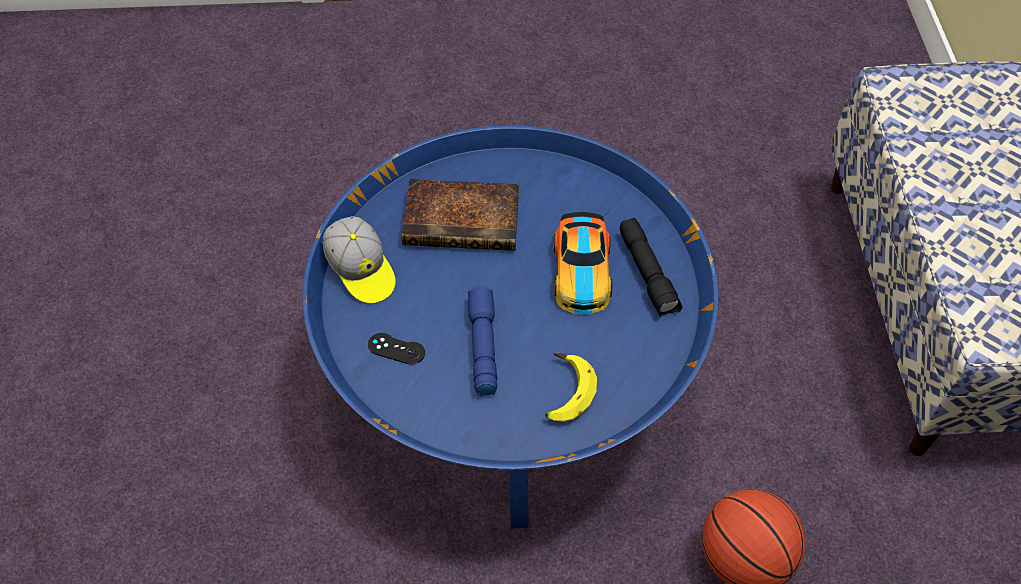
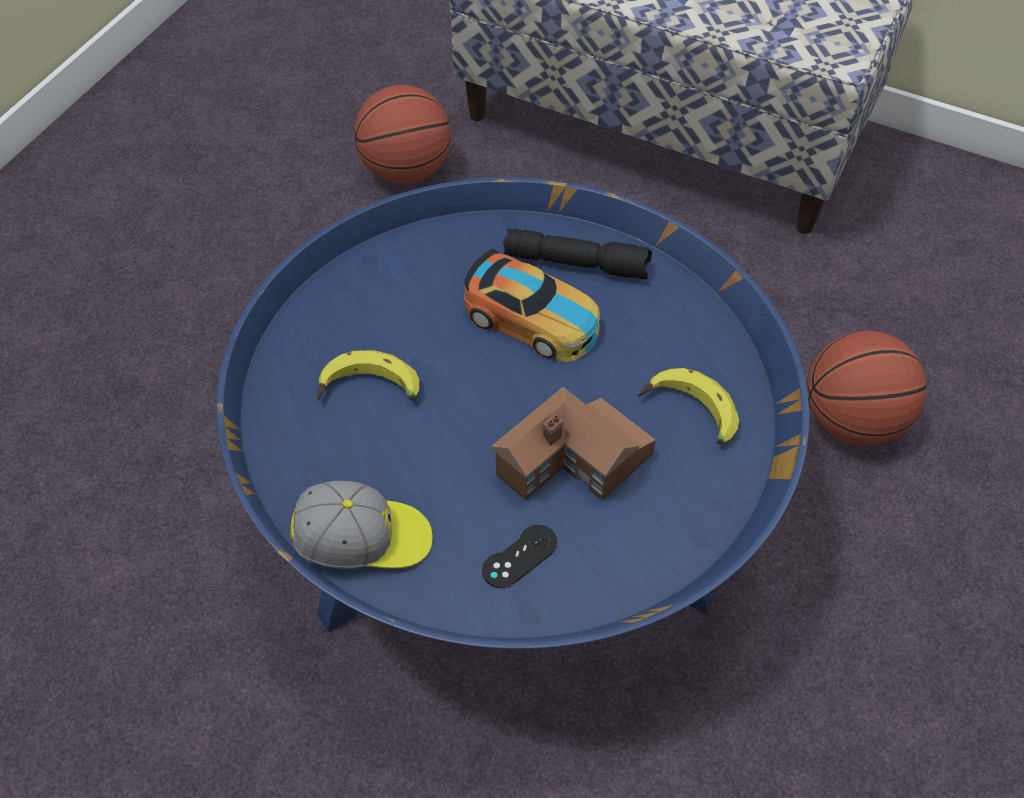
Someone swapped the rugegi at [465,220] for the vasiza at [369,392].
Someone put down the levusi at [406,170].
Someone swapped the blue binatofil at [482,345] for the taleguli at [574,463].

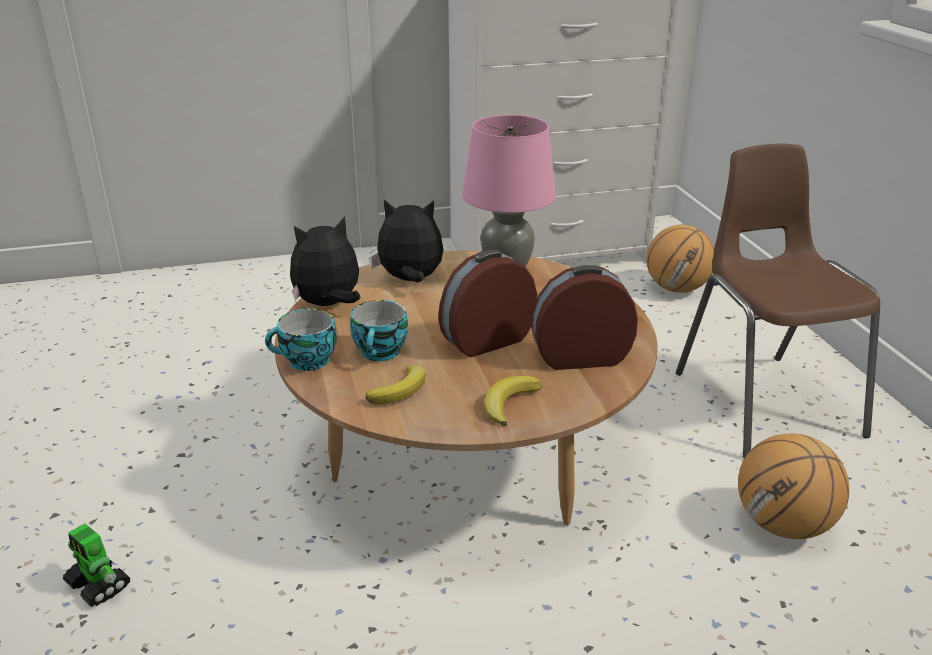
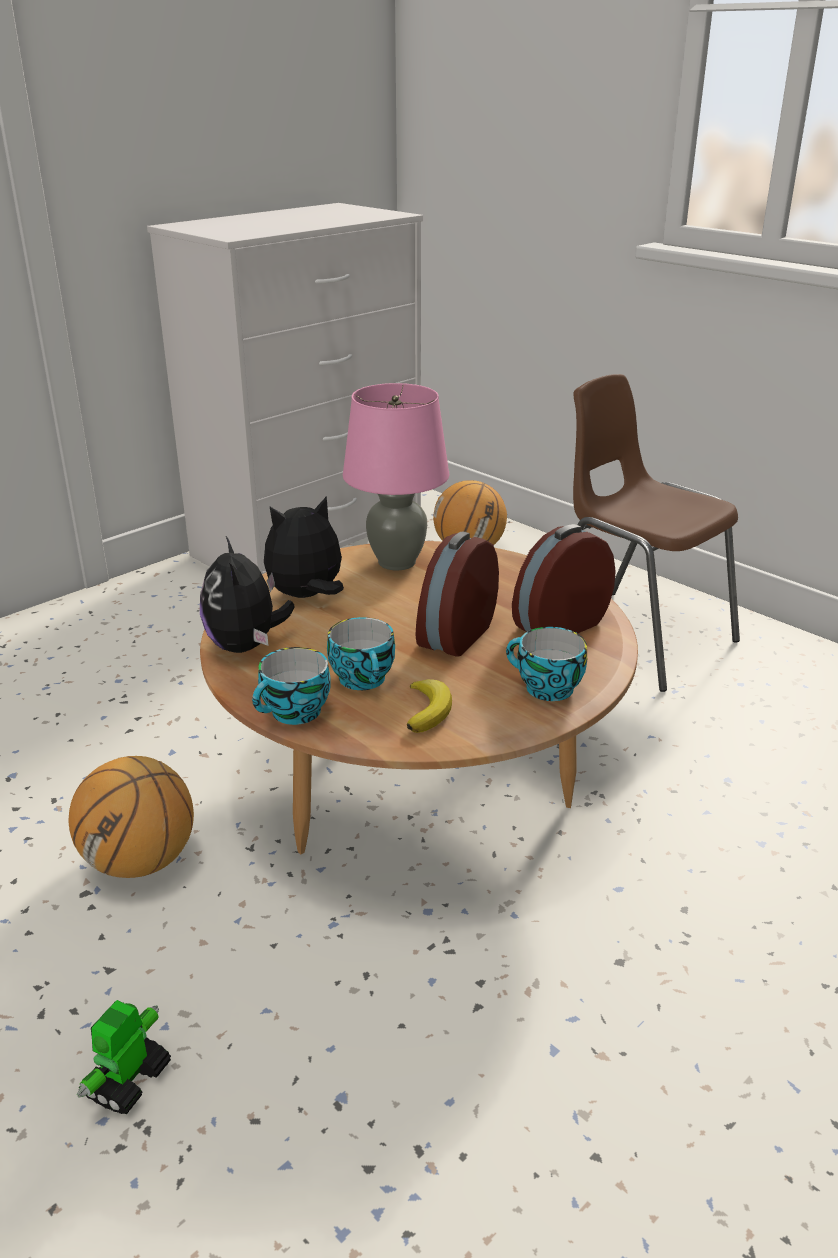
Someone carried the levusi from [783,525] to [141,862].
Someone rotated the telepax at [99,586] by 105 degrees clockwise.
Someone rotated the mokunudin at [328,305] by 45 degrees counterclockwise.
Someone swapped the vasiza at [509,403] for the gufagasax at [545,688].

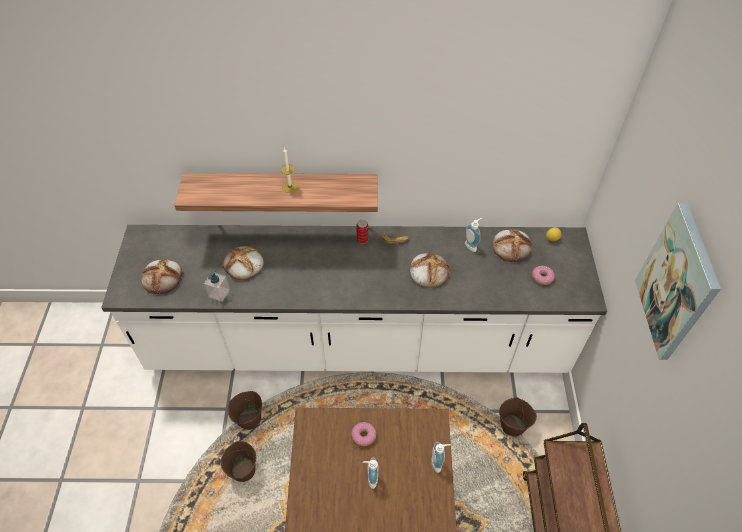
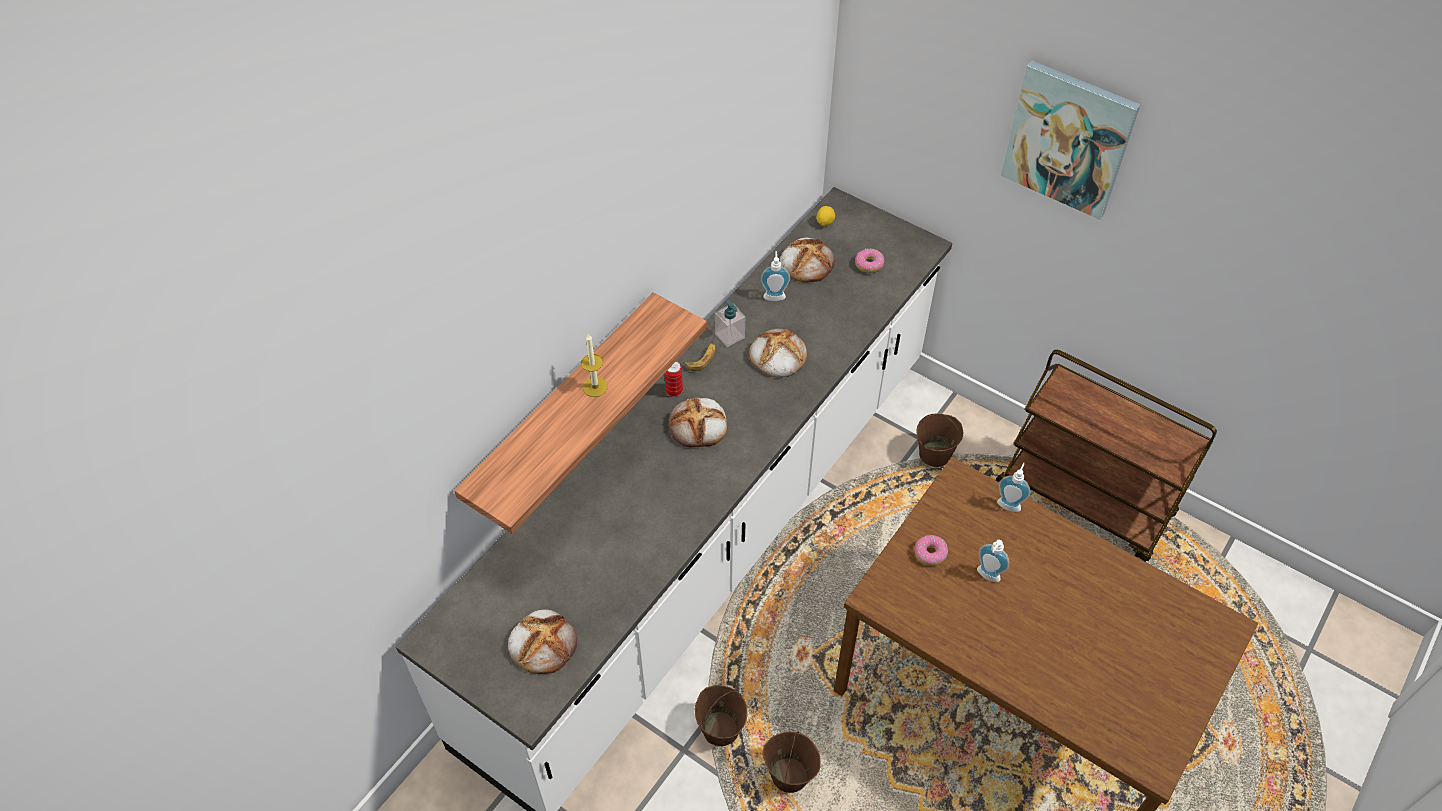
Someone carried the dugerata from [243,265] to [698,426].
Someone carried the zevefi from [219,293] to [730,336].

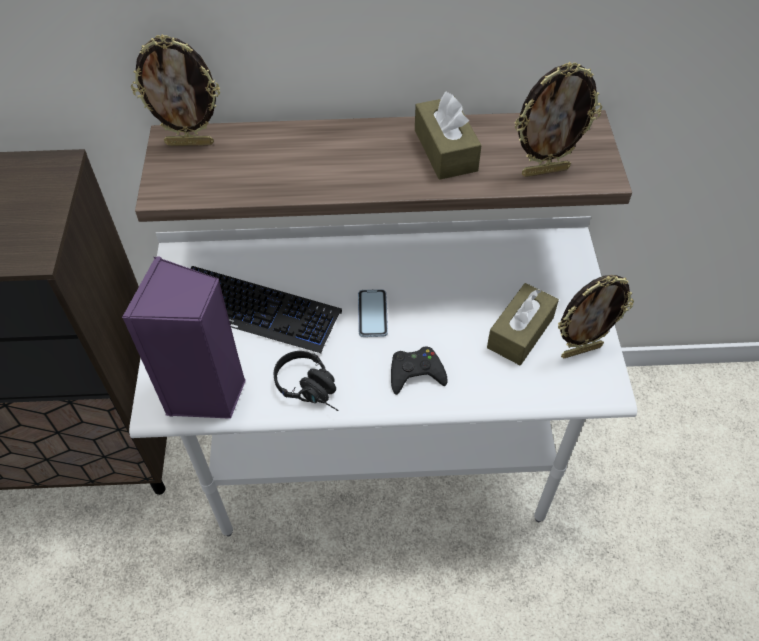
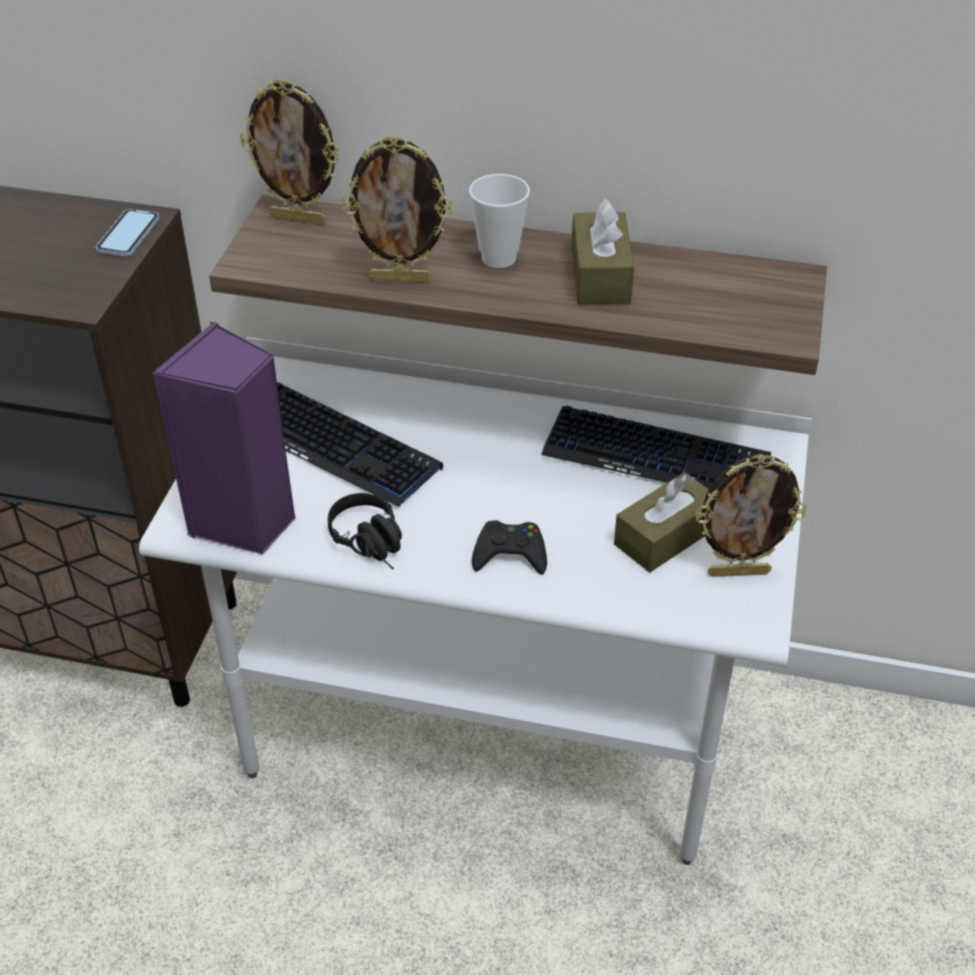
Someone carried the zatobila from [372,314] to [128,235].
Someone carried the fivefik from [545,171] to [401,279].
Someone put down the gufagasax at [498,258].
Someone put down the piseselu at [656,456].

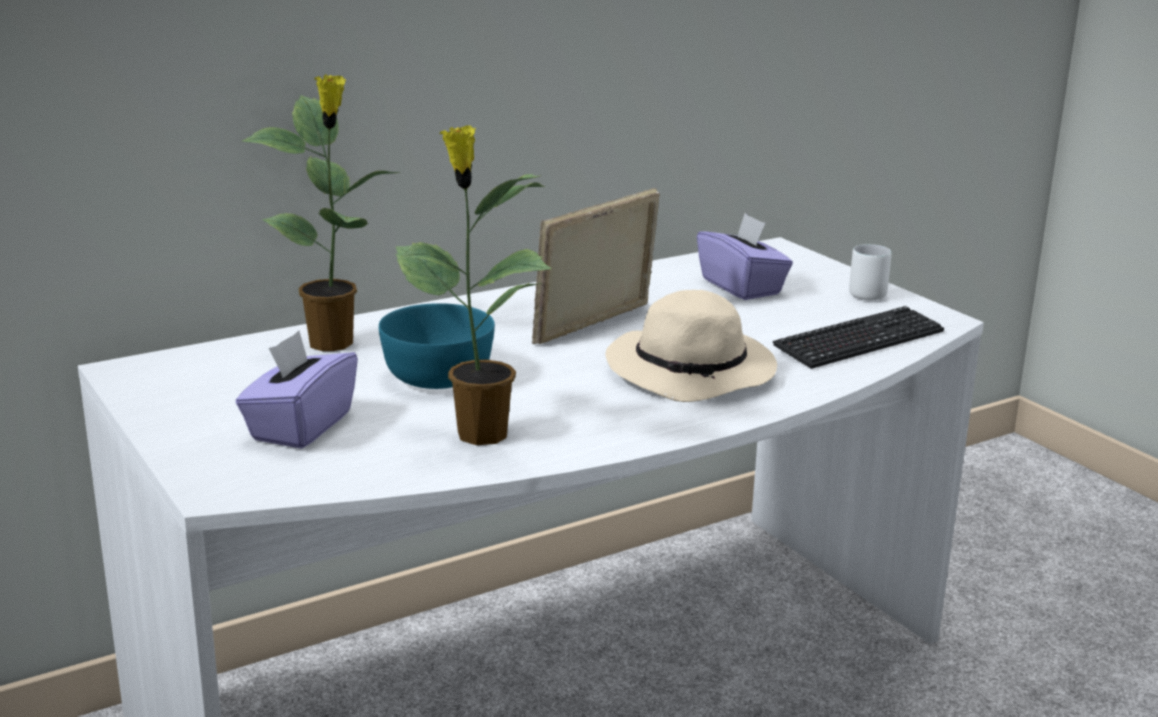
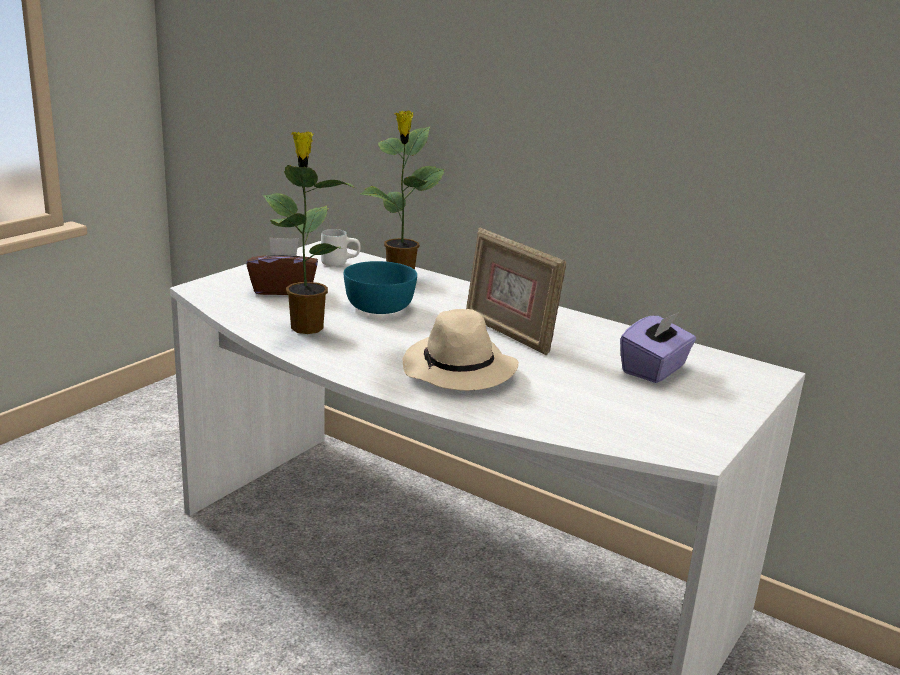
Someone repainted the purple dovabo at [300,426], which became the brown dovabo at [283,289].
Someone carried the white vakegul from [866,292] to [340,263].
Someone rotated the fivefik at [595,326] by 150 degrees counterclockwise.
Someone took away the piseselu at [859,341].

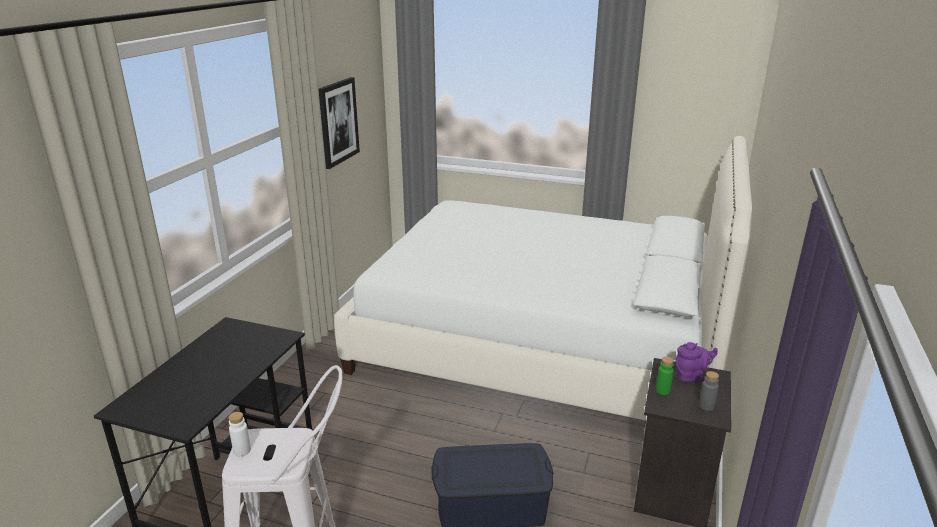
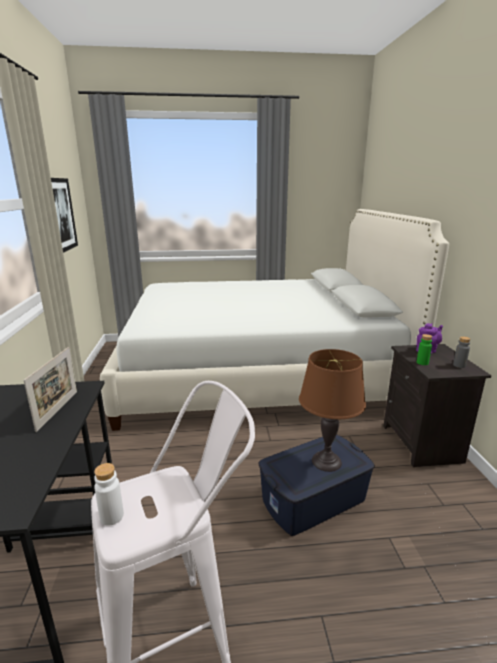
Someone put down the fivefik at [58,410].
Someone put down the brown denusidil at [326,461].

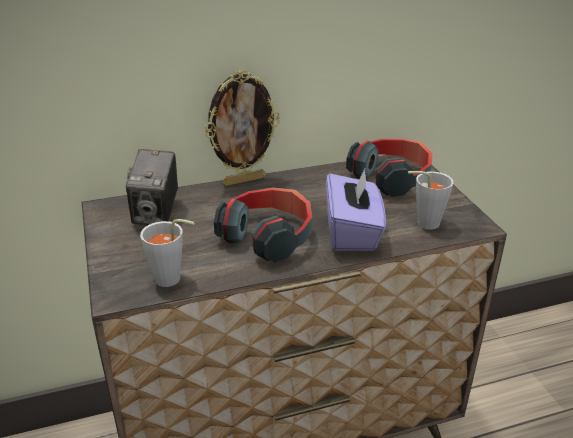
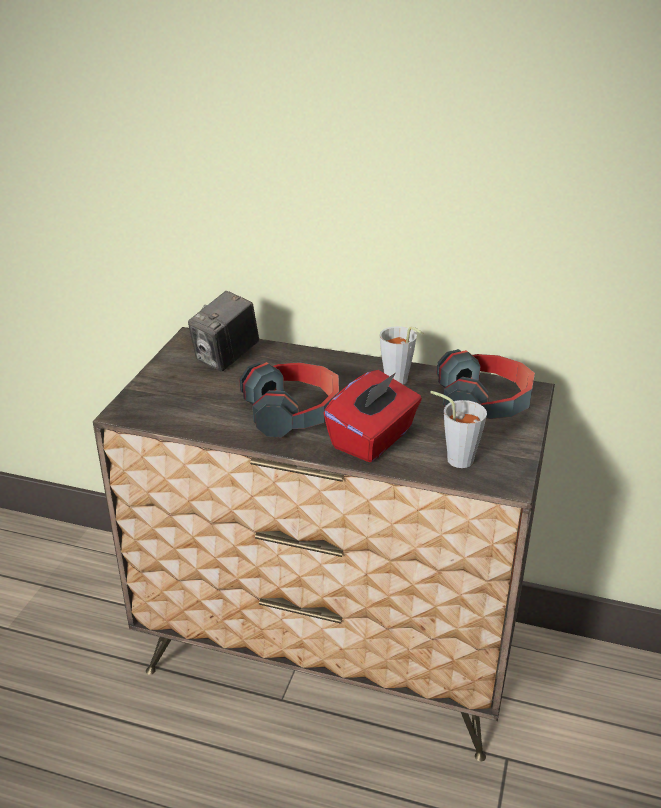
Someone repainted the purple dovabo at [352,232], which became the red dovabo at [373,439].
Someone carried the grey gufagasax from [173,280] to [399,382].
Someone took away the fivefik at [244,180].

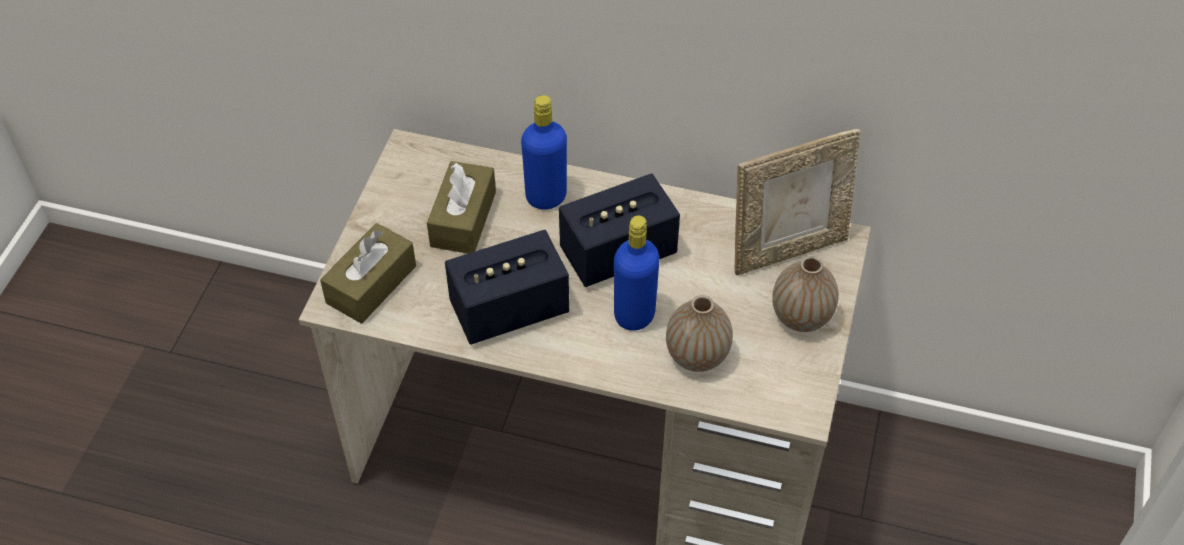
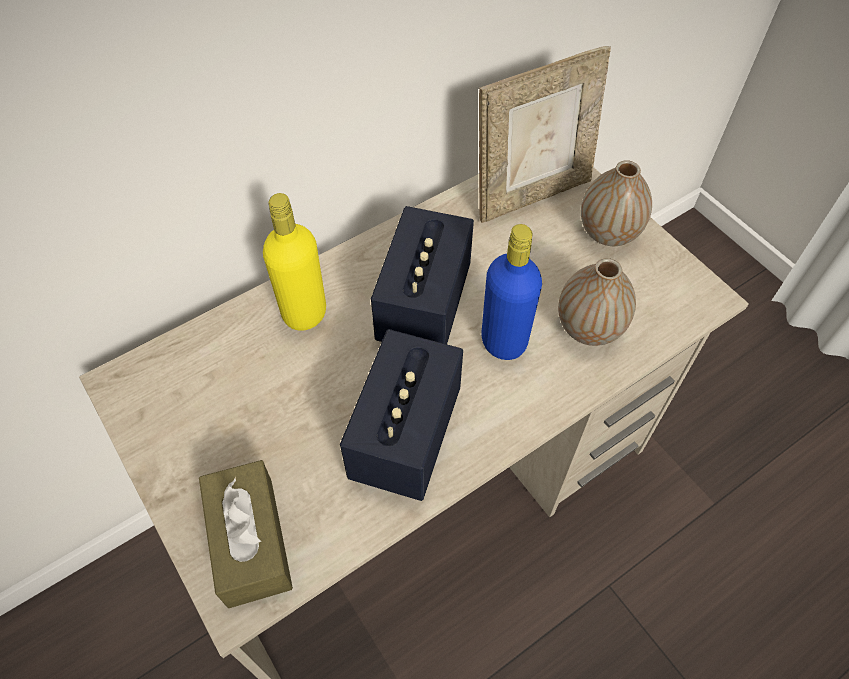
Someone repainted the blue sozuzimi at [546,197], which became the yellow sozuzimi at [304,313].
Someone rotated the fivefik at [787,249] by 45 degrees clockwise.
Someone took away the brown dovabo at [463,219].

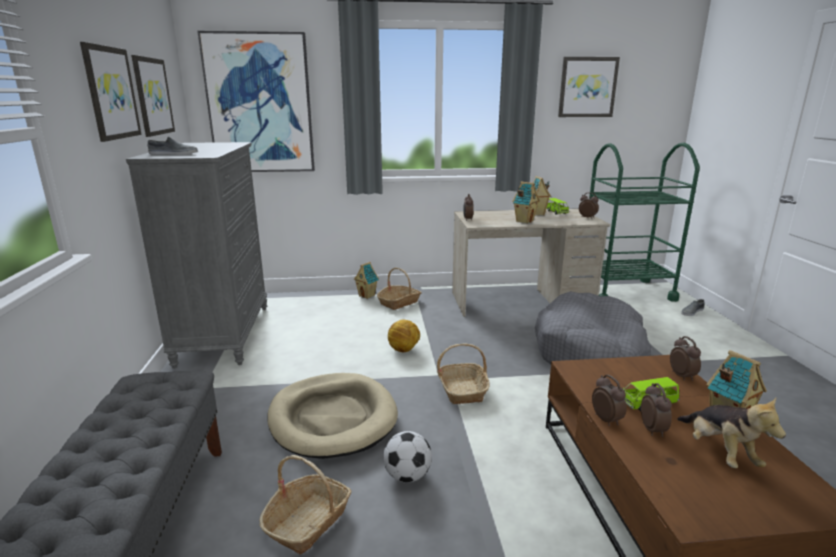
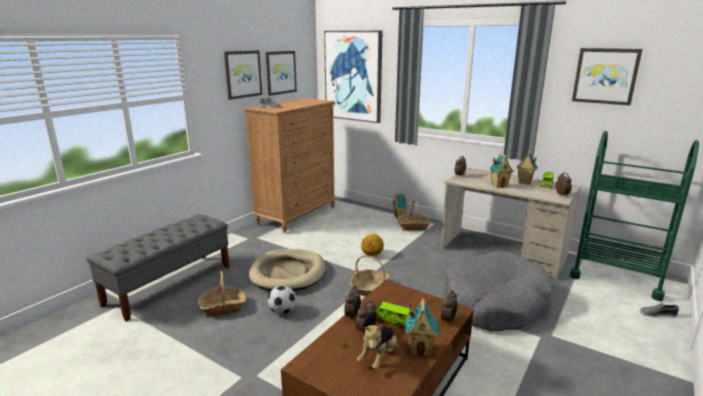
Someone repainted the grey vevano at [224,334], which became the brown vevano at [296,215].

